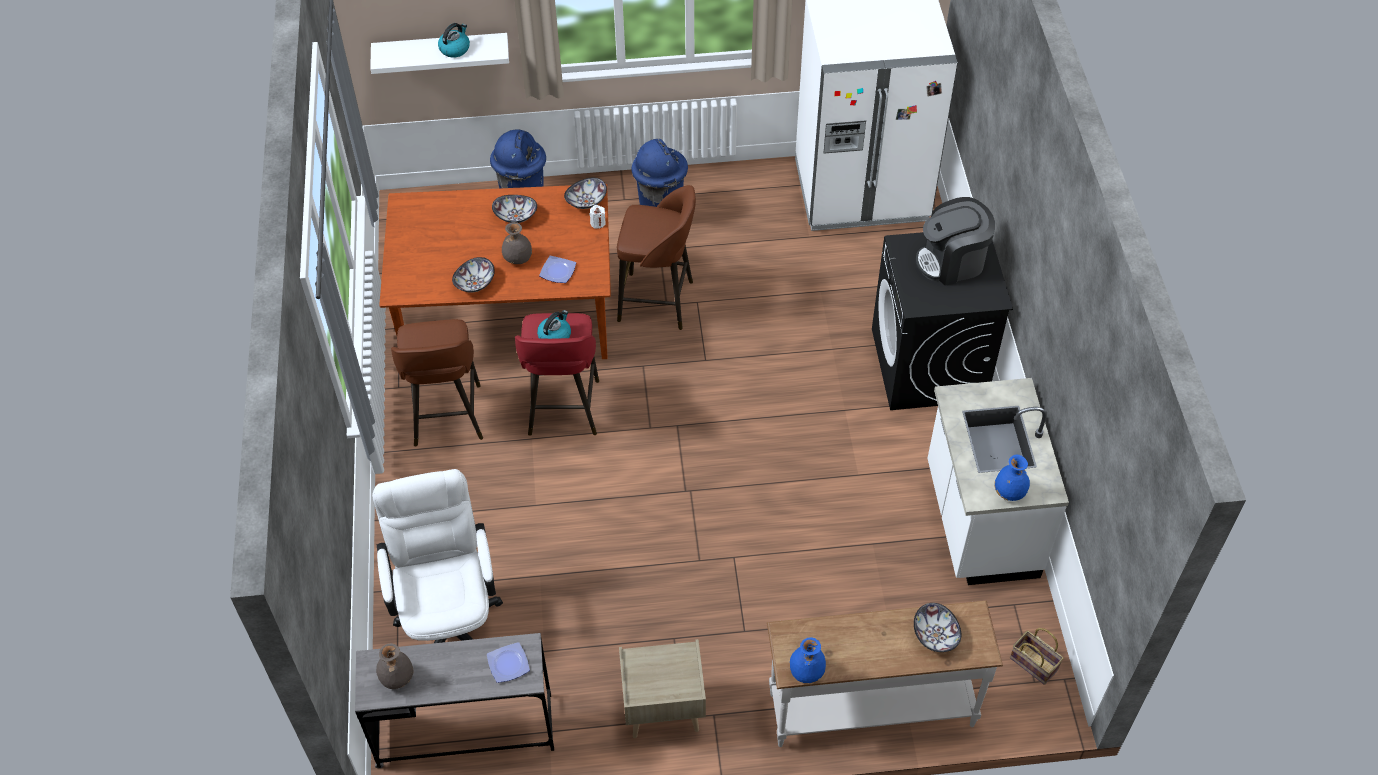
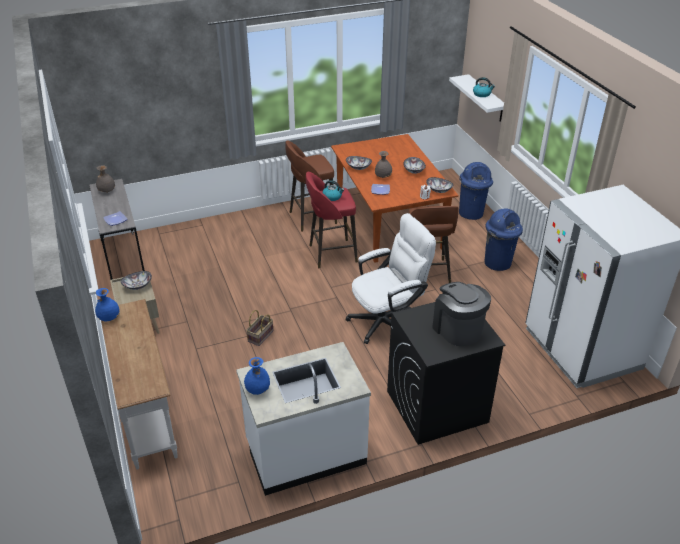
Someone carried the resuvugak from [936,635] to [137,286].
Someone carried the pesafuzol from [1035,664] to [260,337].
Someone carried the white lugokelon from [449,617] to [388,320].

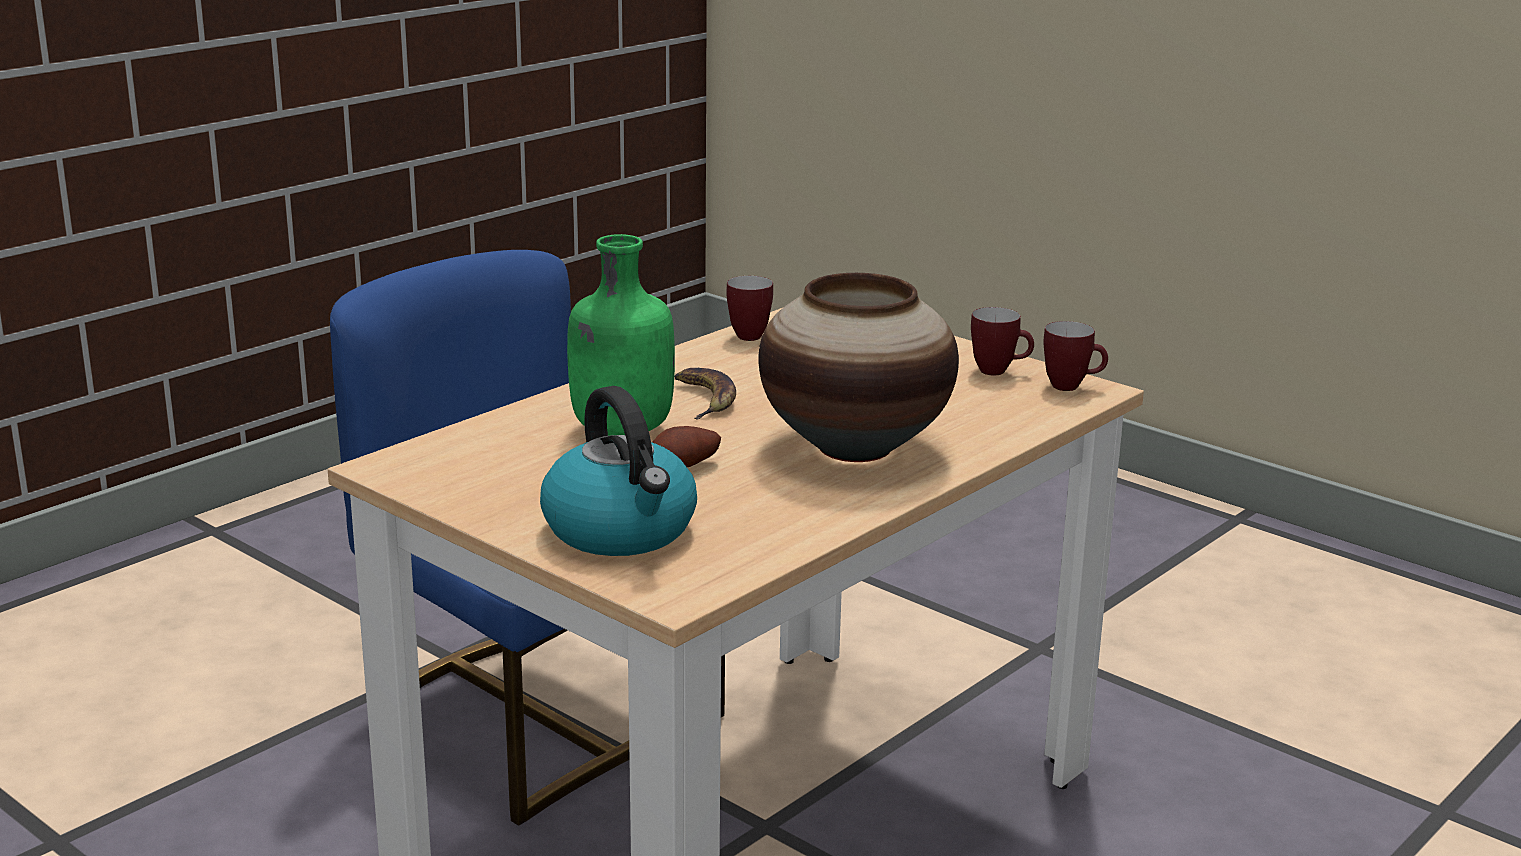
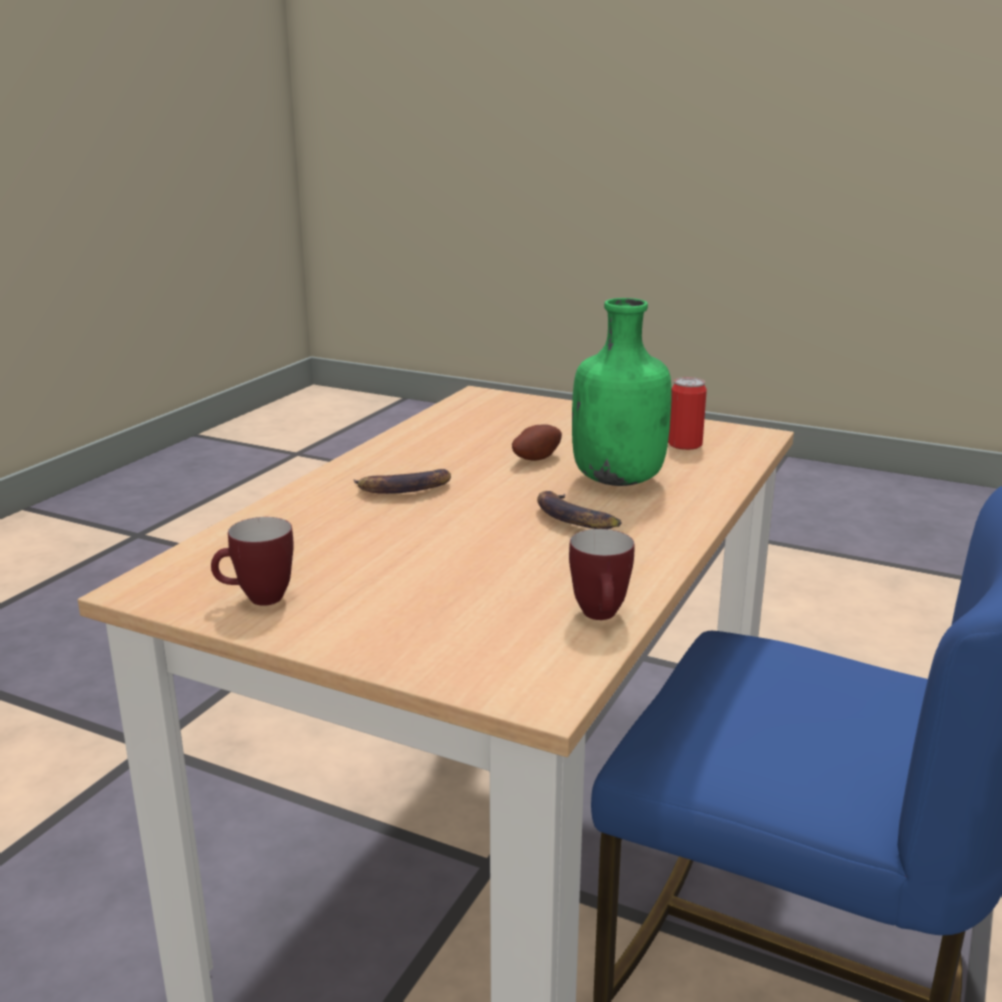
Someone swapped the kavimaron at [855,447] for the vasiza at [404,489].
Someone put down the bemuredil at [685,444].
Someone took away the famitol at [621,530].
Someone took away the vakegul at [1072,386].

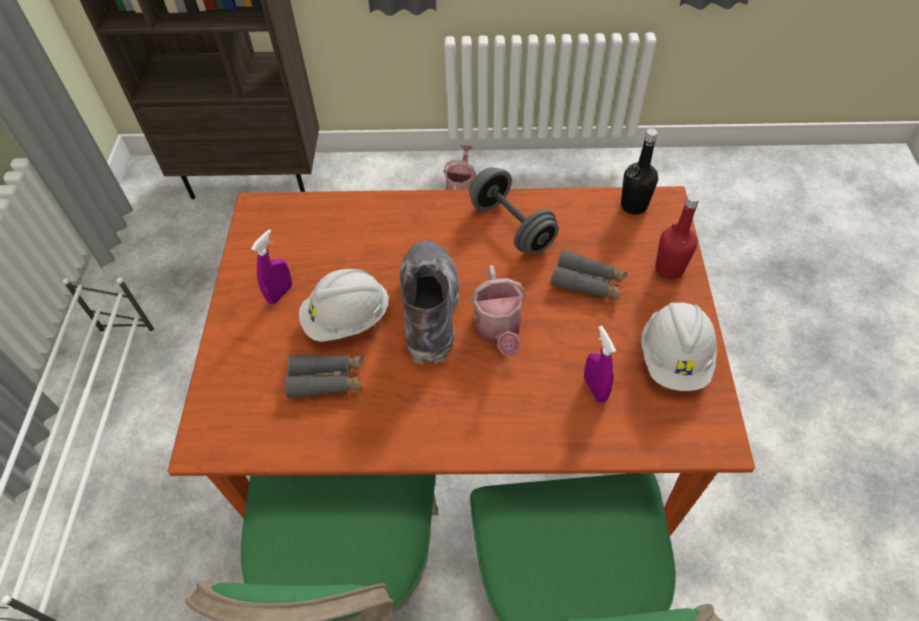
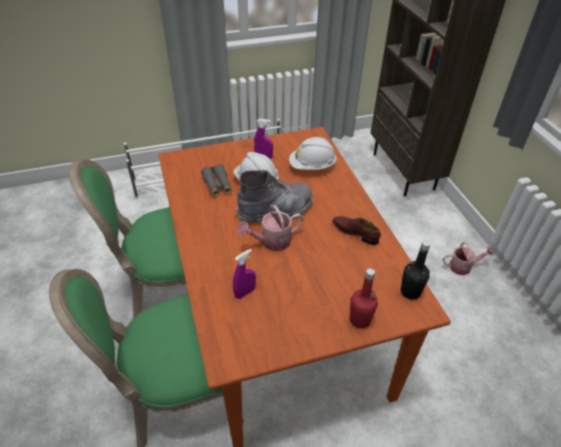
Someone carried the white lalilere from [674,359] to [312,166].
Someone swapped the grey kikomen at [512,226] for the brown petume at [355,232].
Someone took away the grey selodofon at [588,282].

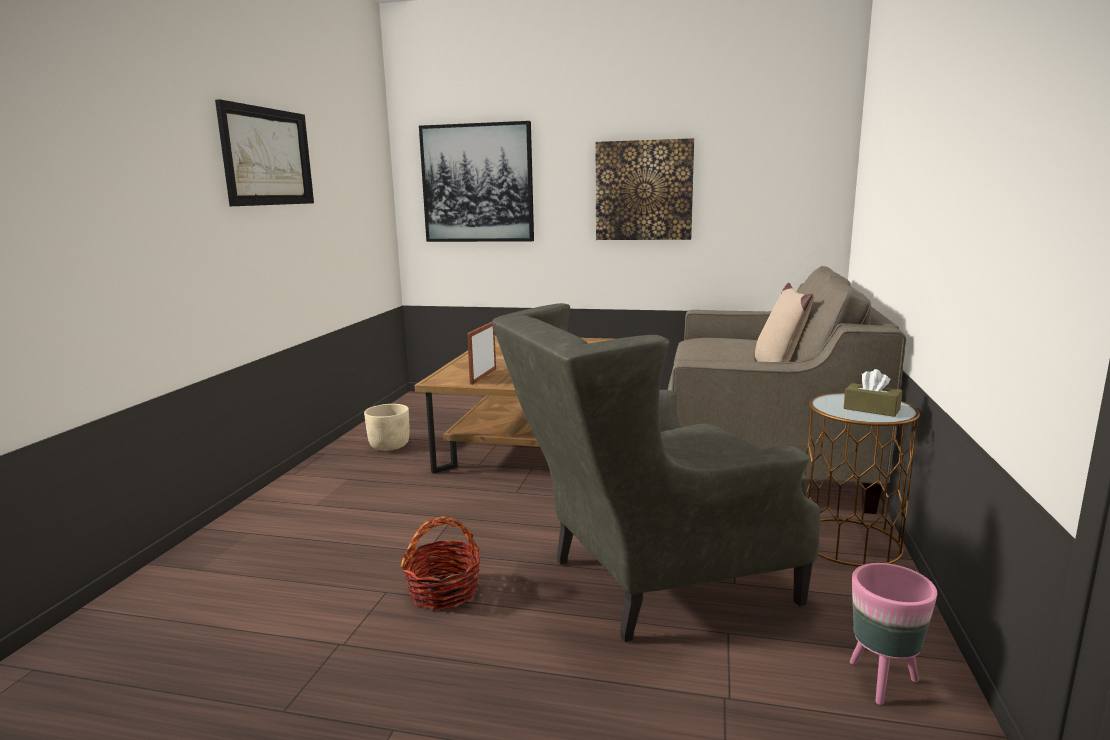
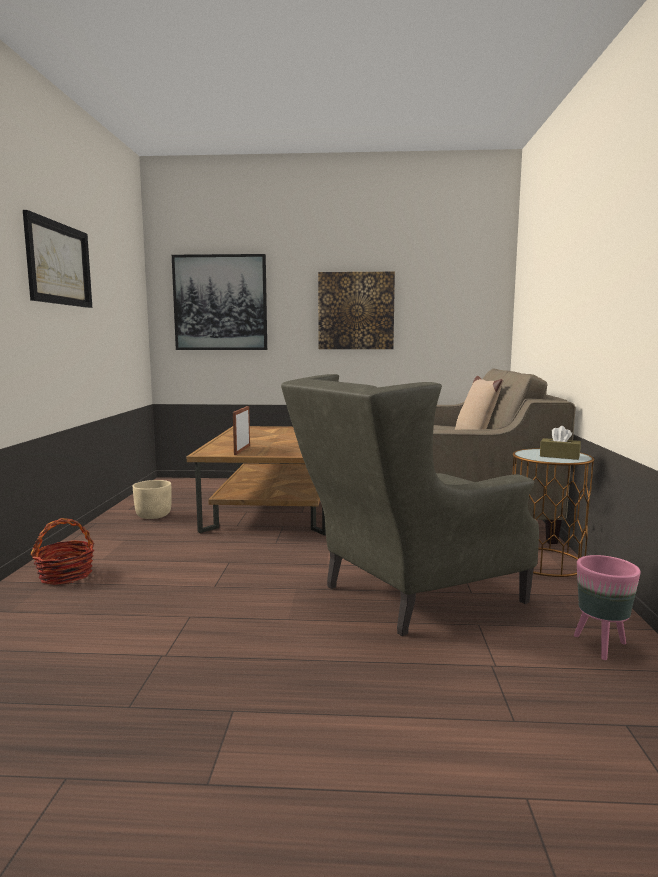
Someone carried the pesafuzol from [443,591] to [66,575].

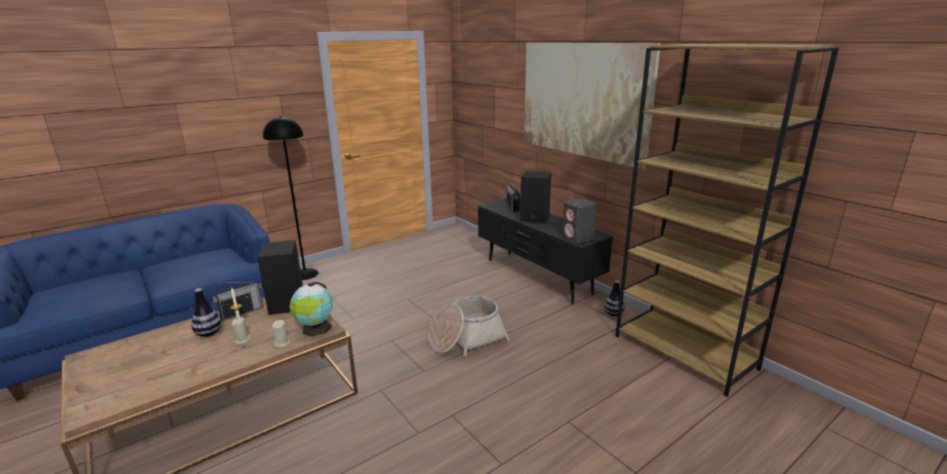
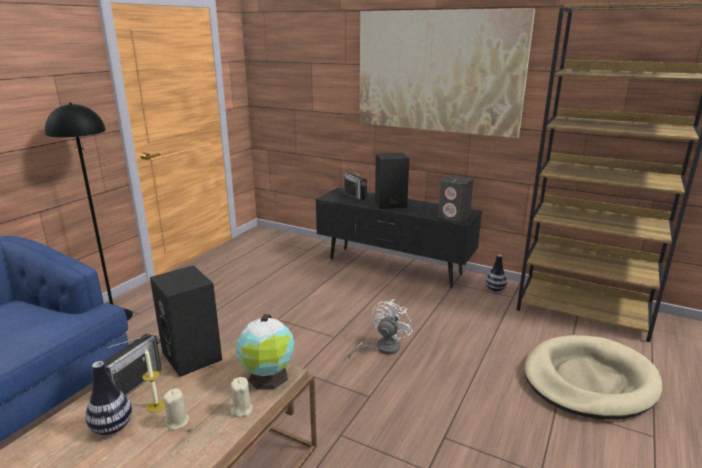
Someone swapped the pesafuzol at [466,339] for the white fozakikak at [382,348].
Someone put down the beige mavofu at [588,380].

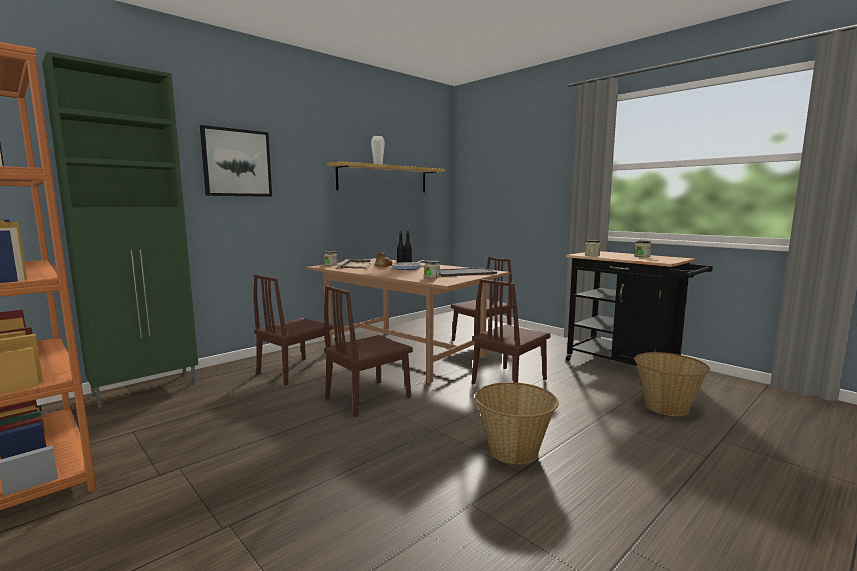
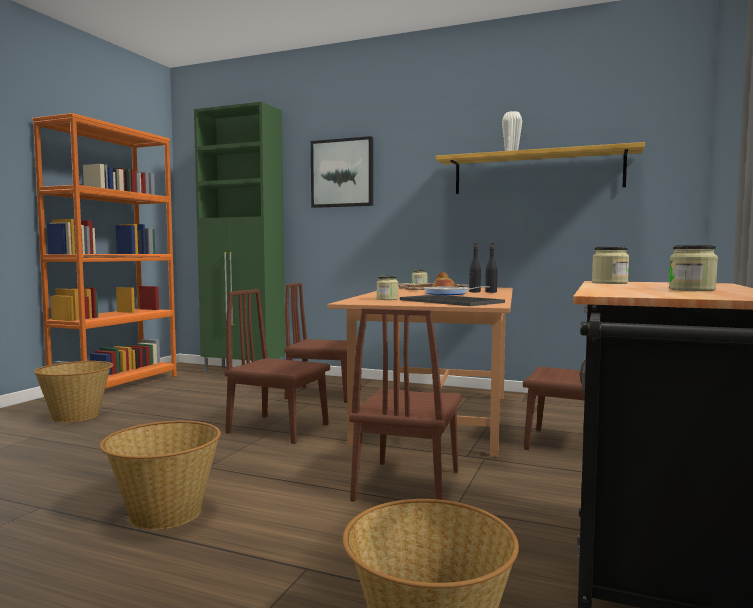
Someone put down the pesafuzol at [77,416].
Someone rotated the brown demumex at [509,381] by 90 degrees counterclockwise.

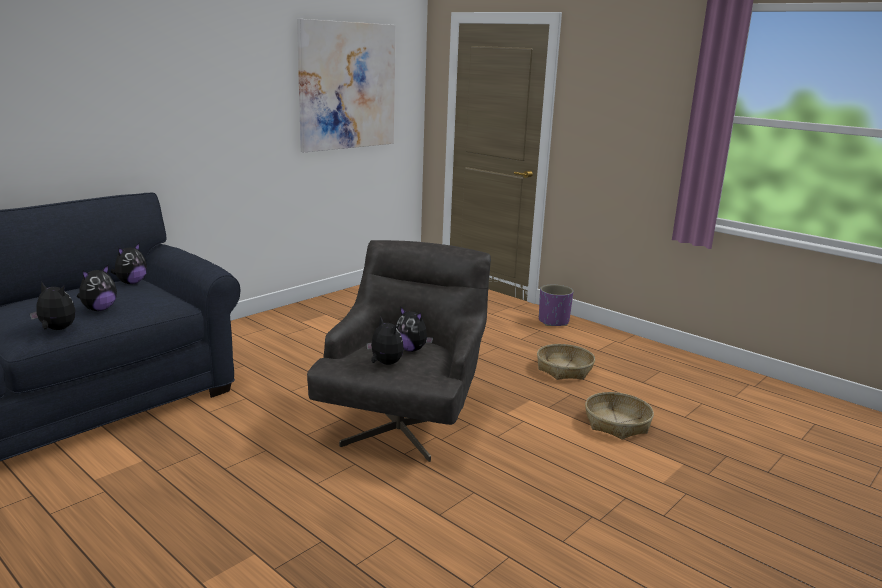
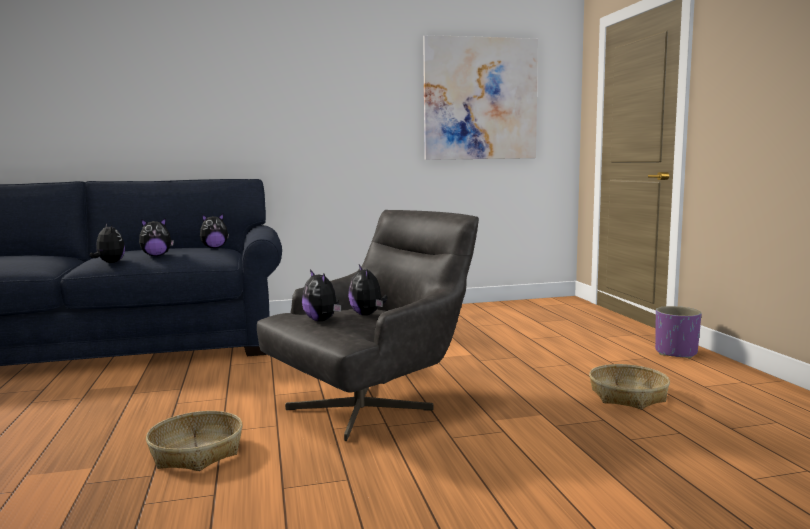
Someone carried the pesafuzol from [616,423] to [196,452].
Someone rotated the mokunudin at [384,363] by 150 degrees clockwise.

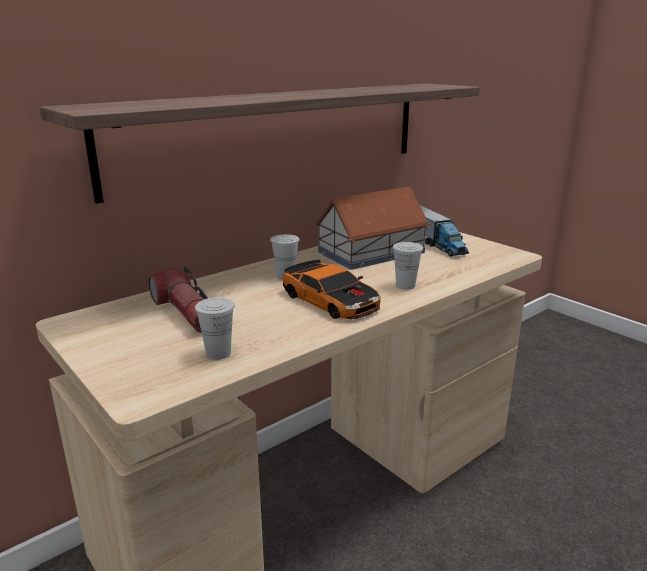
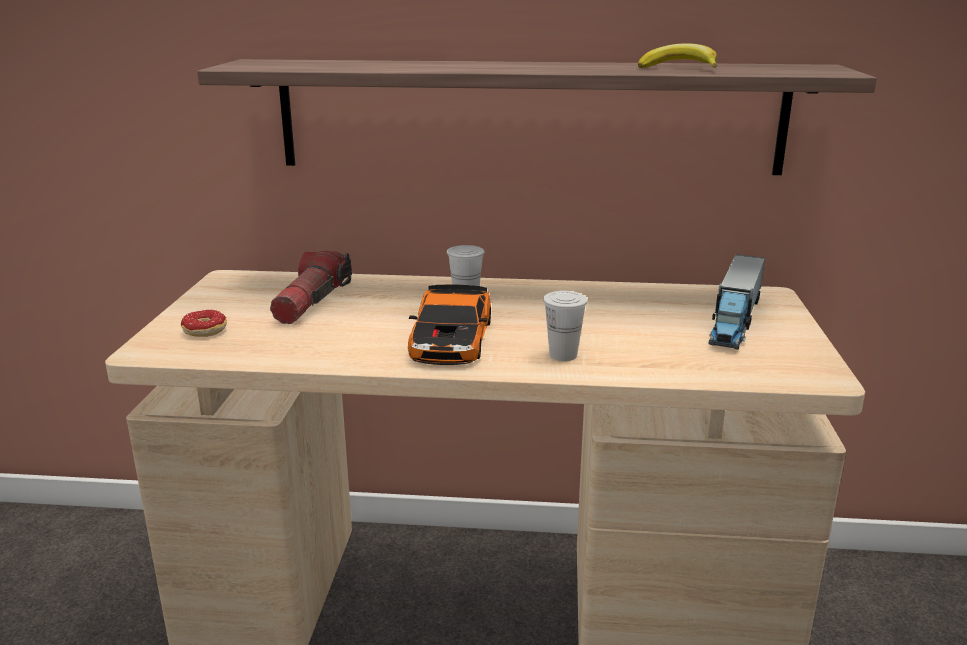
Someone put down the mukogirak at [199,334].
Someone put down the vasiza at [679,68].
Someone took away the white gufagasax at [218,353].
Someone took away the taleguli at [372,252].

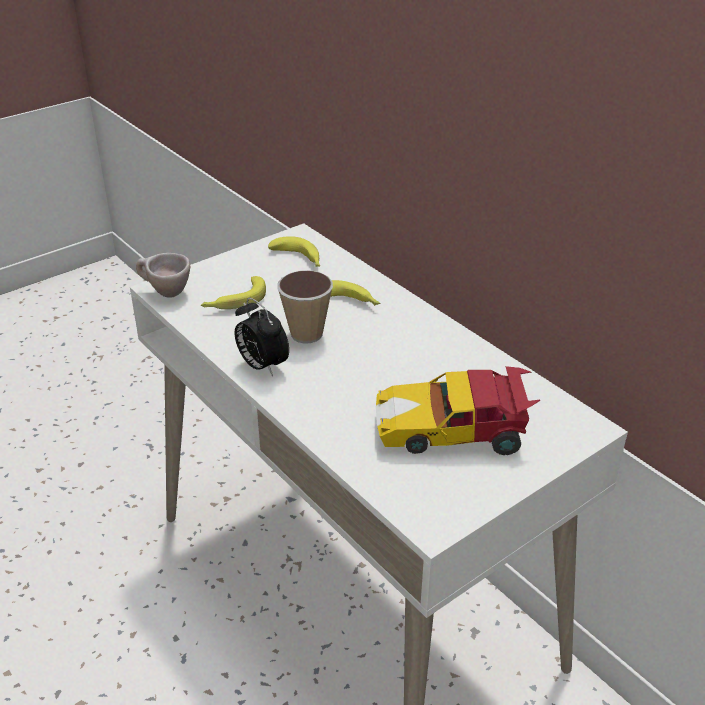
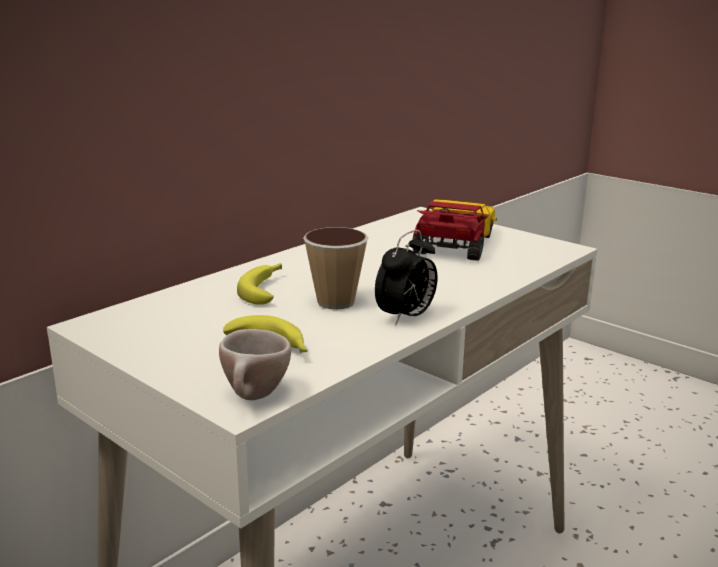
Someone rotated the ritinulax at [454,430] by 150 degrees counterclockwise.
Someone took away the vasiza at [299,259].

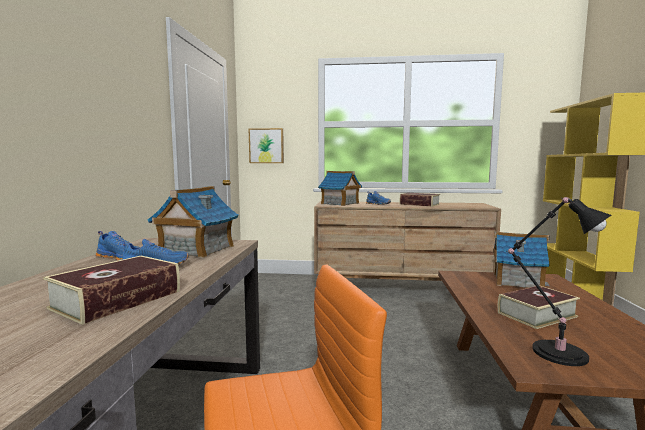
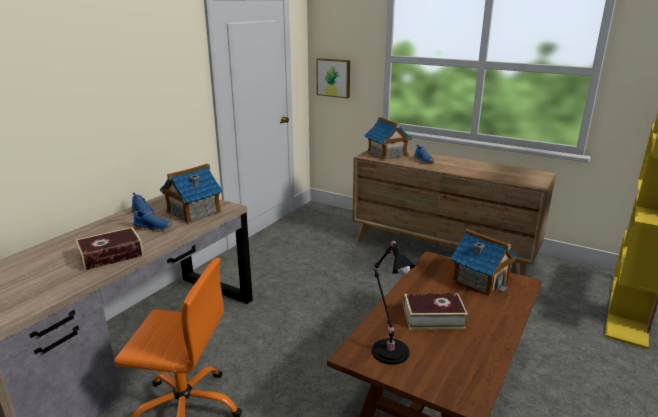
Someone took away the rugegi at [419,204].

